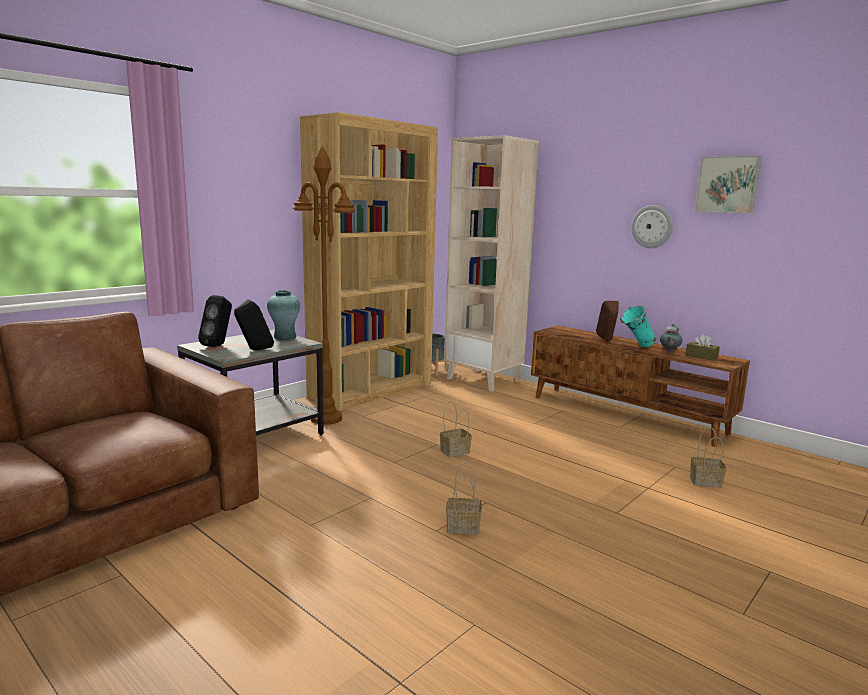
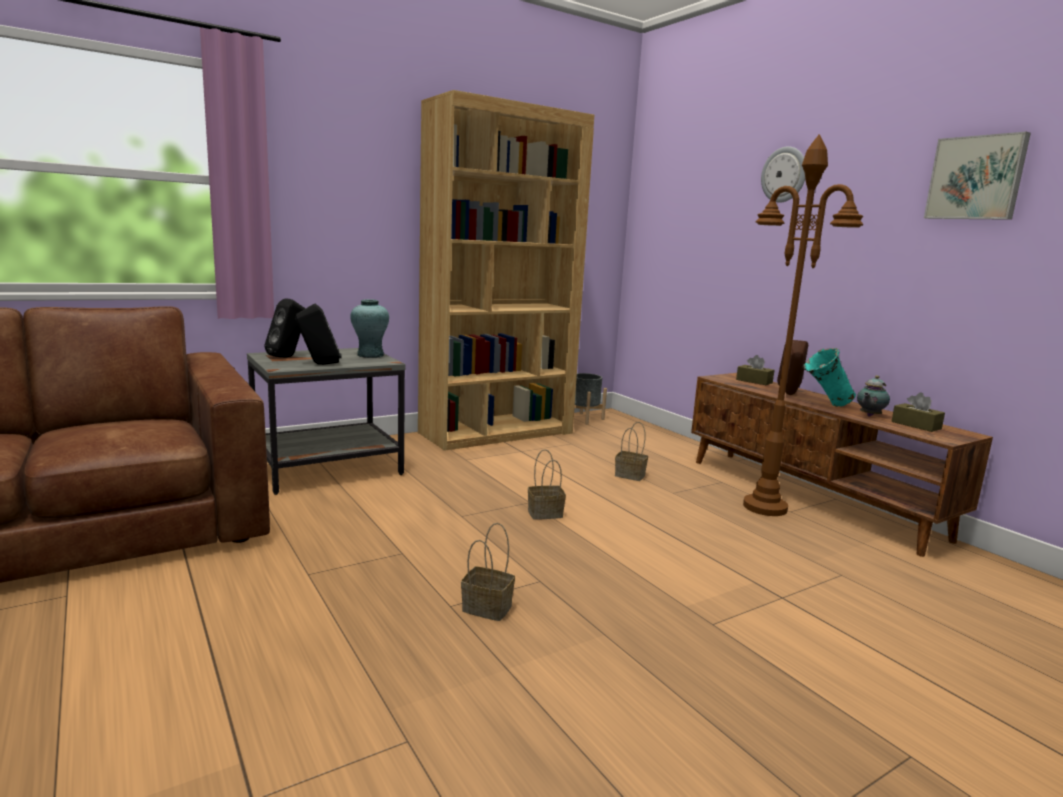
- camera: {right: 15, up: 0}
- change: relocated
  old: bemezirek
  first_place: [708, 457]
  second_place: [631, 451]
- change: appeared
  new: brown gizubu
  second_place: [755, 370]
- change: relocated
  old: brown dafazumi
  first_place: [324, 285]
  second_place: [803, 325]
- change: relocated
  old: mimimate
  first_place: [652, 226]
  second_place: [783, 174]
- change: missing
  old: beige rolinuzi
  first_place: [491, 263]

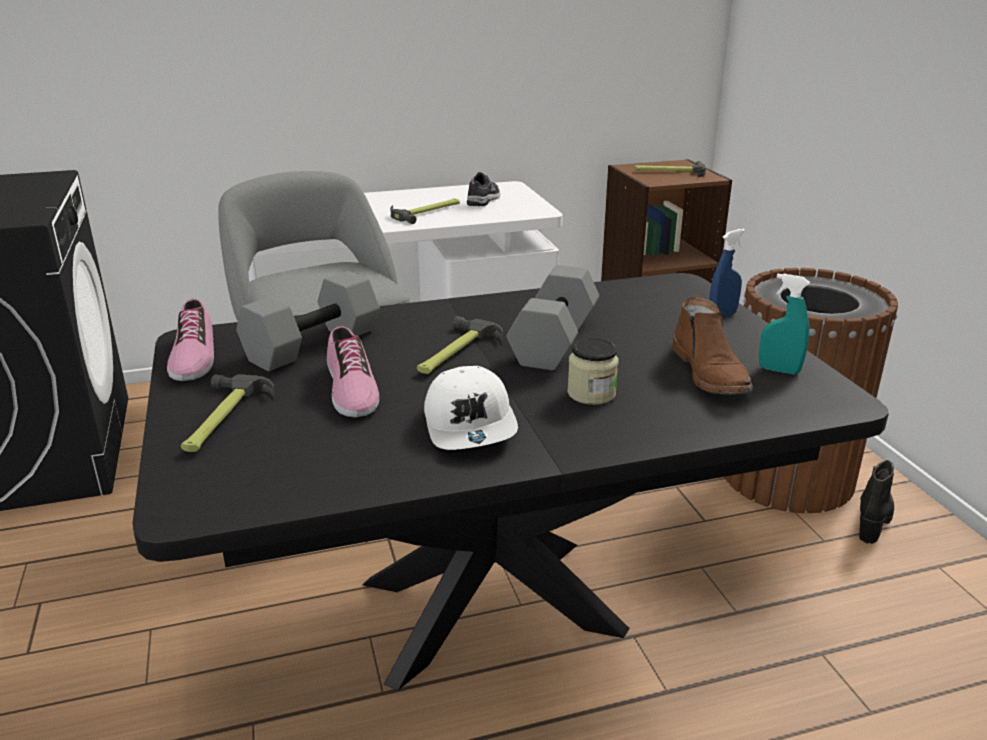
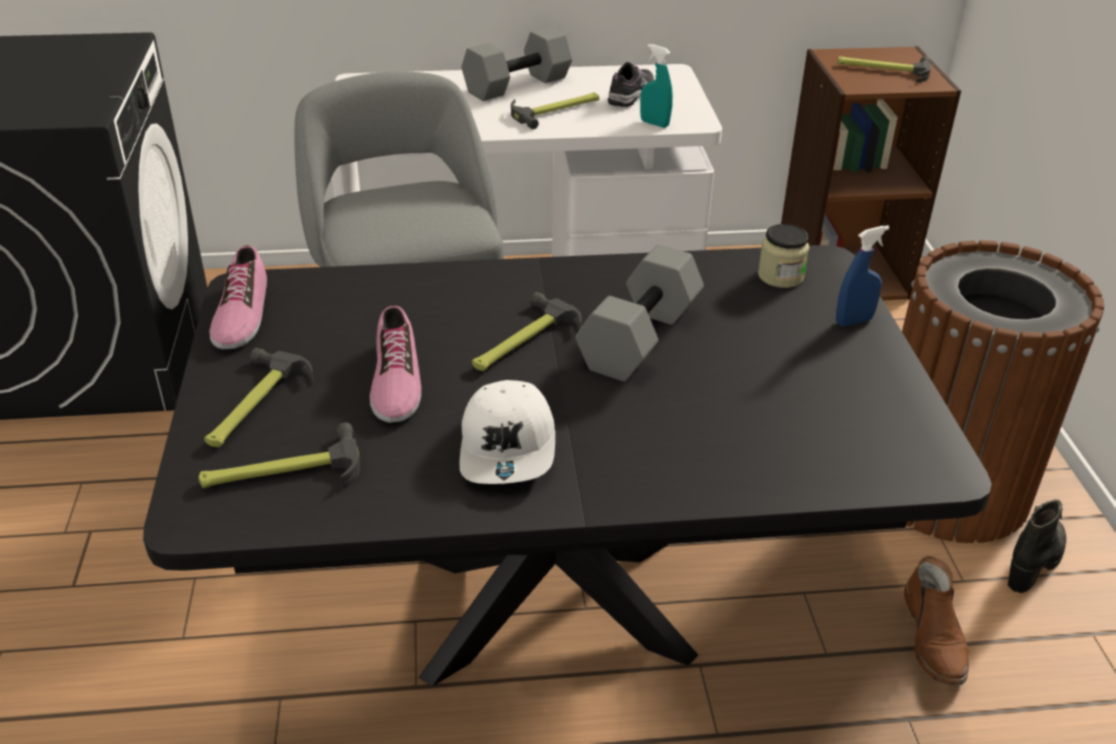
- camera: {right: 10, up: 10}
- change: appeared
  new: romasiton
  second_place: [279, 456]
- change: relocated
  old: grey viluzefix
  first_place: [308, 321]
  second_place: [516, 64]
- change: relocated
  old: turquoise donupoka
  first_place: [784, 324]
  second_place: [656, 86]
- change: relocated
  old: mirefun
  first_place: [592, 371]
  second_place: [783, 256]
- change: relocated
  old: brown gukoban
  first_place: [712, 346]
  second_place: [936, 621]

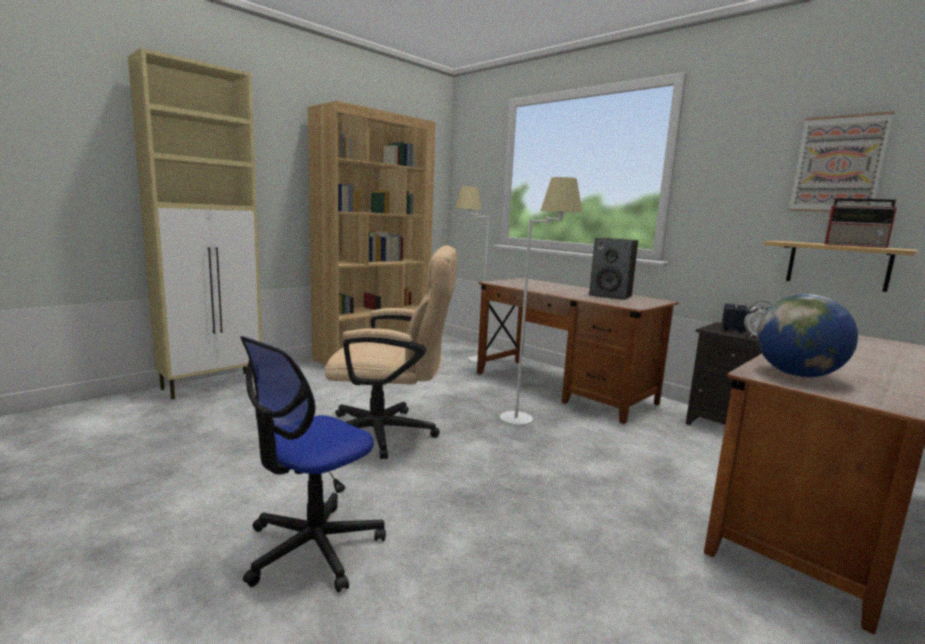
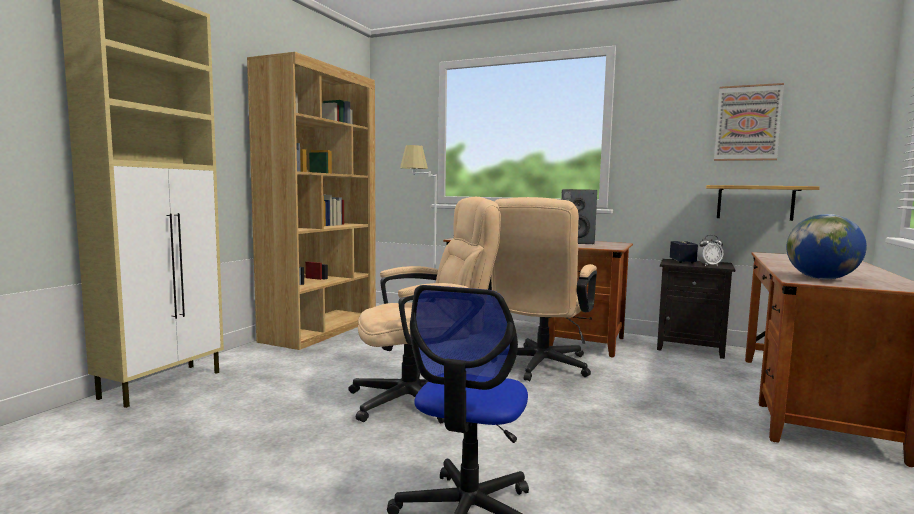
- camera: {right: -20, up: -5}
- change: exchanged
  old: white dafazumi
  new: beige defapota
  first_place: [541, 301]
  second_place: [542, 289]
- change: missing
  old: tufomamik
  first_place: [860, 223]

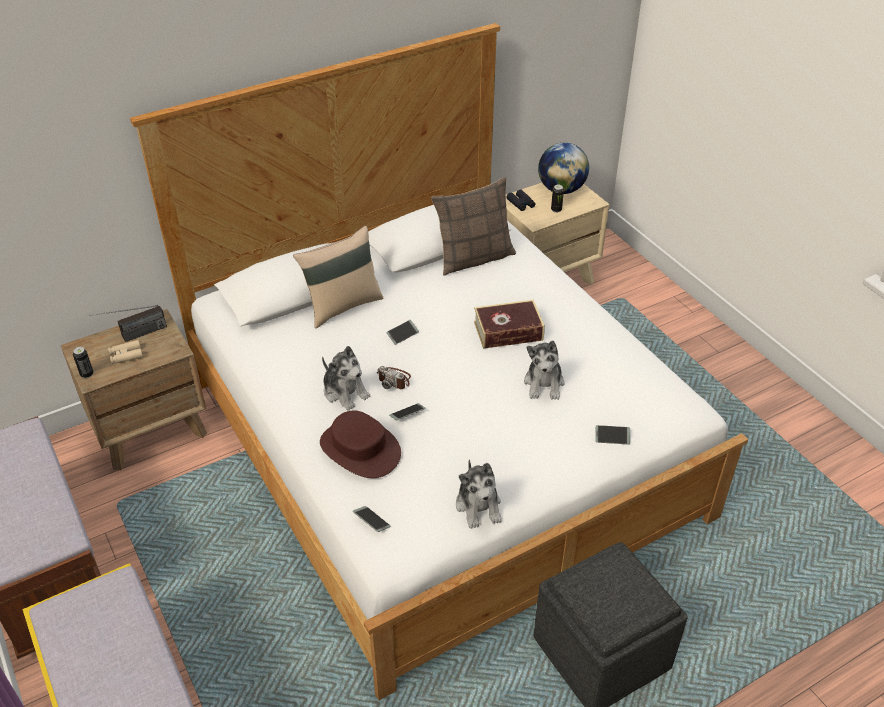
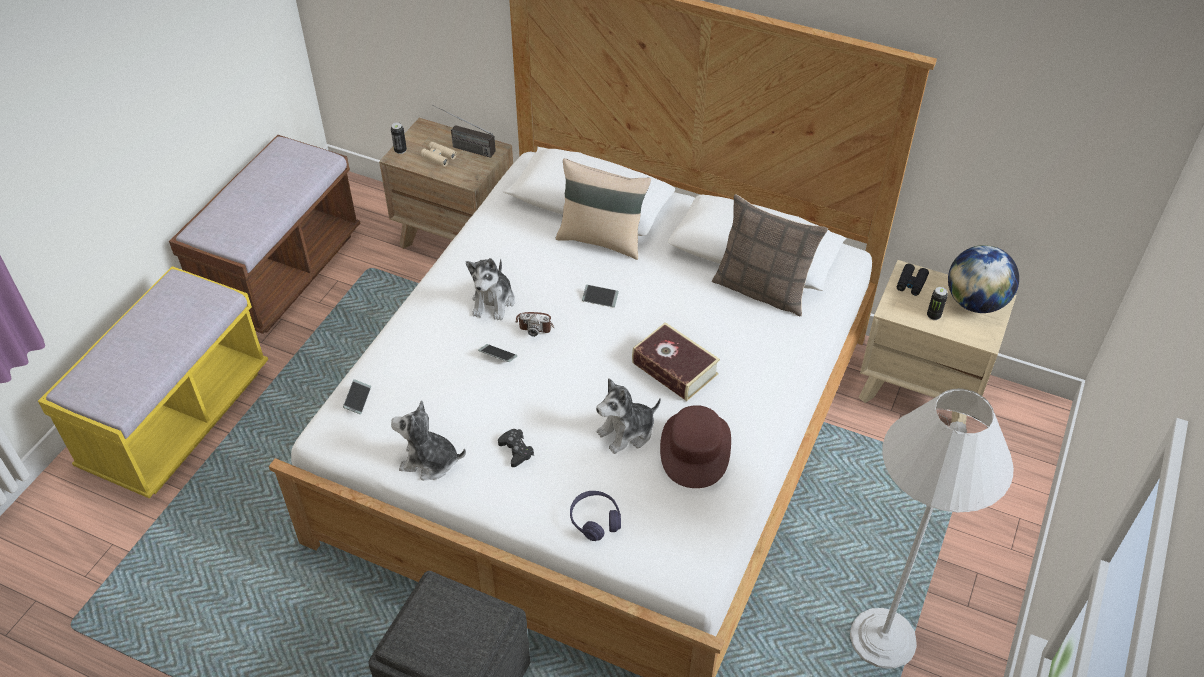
- camera: {right: 55, up: 5}
- change: spun
  old: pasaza
  first_place: [479, 494]
  second_place: [428, 440]
  degrees: 60
- change: appeared
  new: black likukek
  second_place: [516, 448]
- change: spun
  old: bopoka
  first_place: [393, 377]
  second_place: [535, 324]
  degrees: -75
- change: exchanged
  old: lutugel
  new: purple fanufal
  first_place: [612, 434]
  second_place: [595, 516]
- change: relocated
  old: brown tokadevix
  first_place: [360, 444]
  second_place: [695, 446]
- change: appeared
  new: white dafazumi
  second_place: [932, 528]

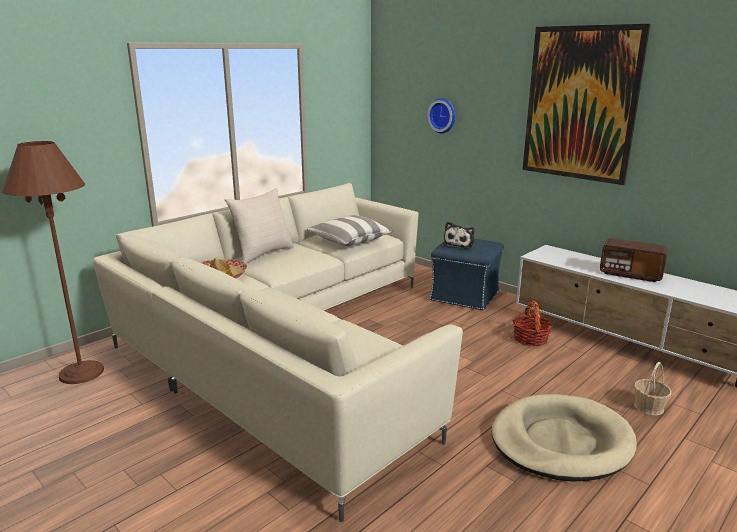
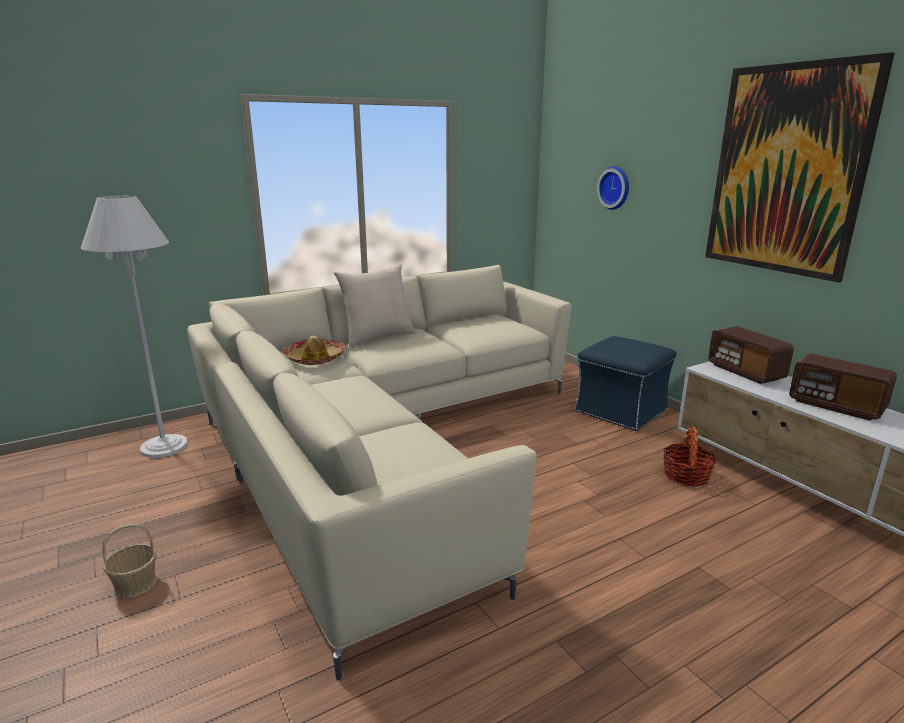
- camera: {right: 15, up: 0}
- change: colour
  old: brown dafazumi
  new: white dafazumi
  first_place: [53, 262]
  second_place: [134, 326]
- change: relocated
  old: bemezirek
  first_place: [653, 389]
  second_place: [129, 561]
- change: appeared
  new: tufomamik
  second_place: [751, 355]
- change: missing
  old: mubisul
  first_place: [350, 230]
- change: missing
  old: pasaza
  first_place: [459, 235]
- change: missing
  old: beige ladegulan
  first_place: [564, 438]

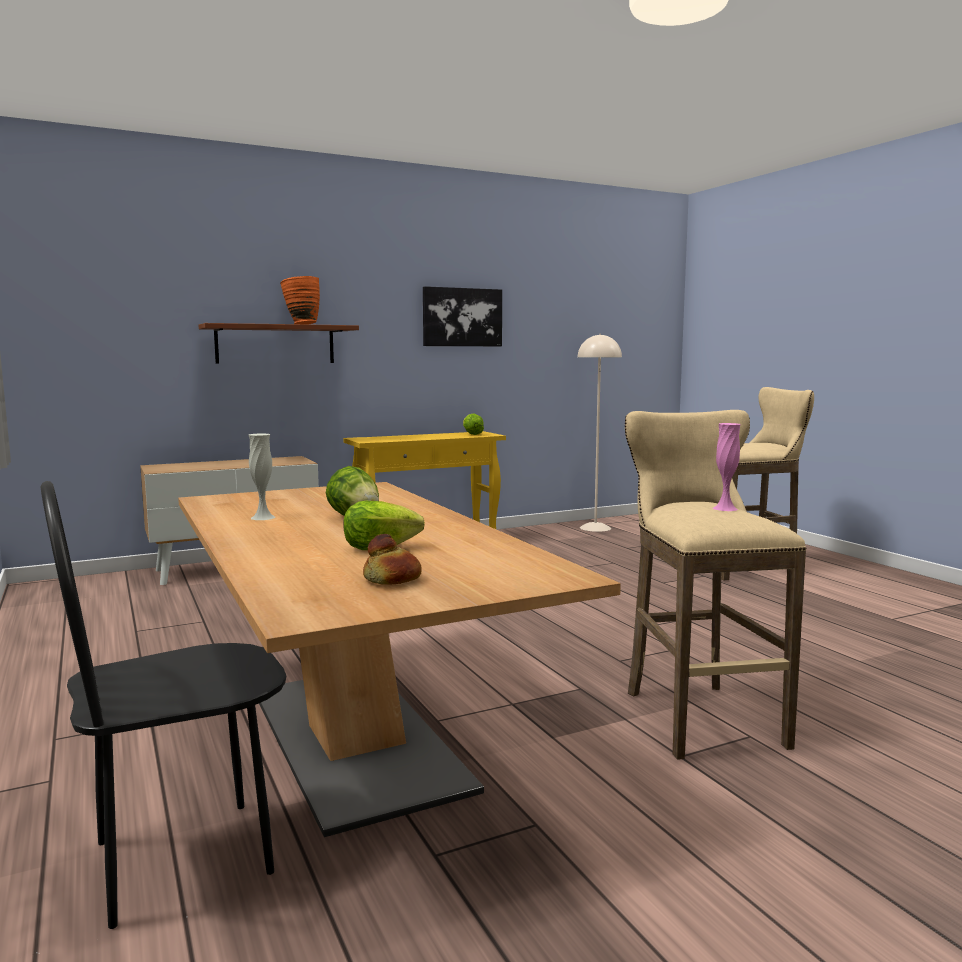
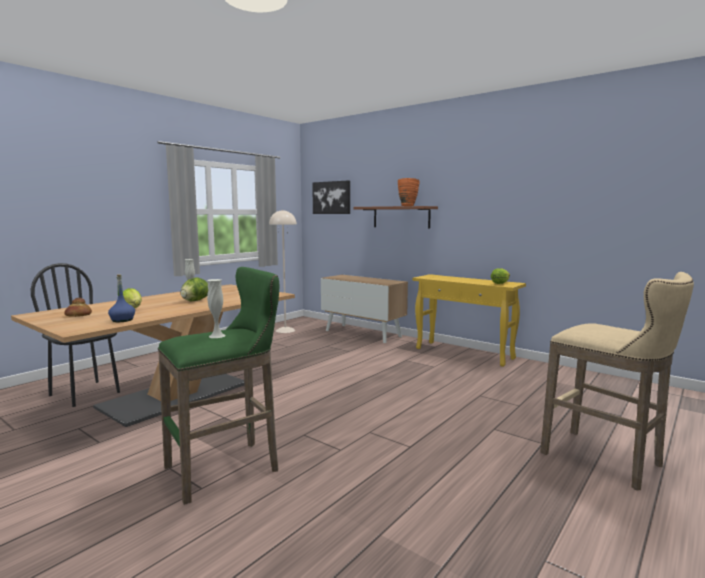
- camera: {right: 65, up: 0}
- change: appeared
  new: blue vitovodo
  second_place: [121, 298]
- change: colour
  old: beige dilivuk
  new: green dilivuk
  first_place: [715, 585]
  second_place: [218, 386]
- change: colour
  old: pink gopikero
  new: white gopikero
  first_place: [726, 467]
  second_place: [216, 308]
- change: relocated
  old: beige dafazumi
  first_place: [600, 433]
  second_place: [283, 271]
- change: relocated
  old: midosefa
  first_place: [462, 316]
  second_place: [331, 197]

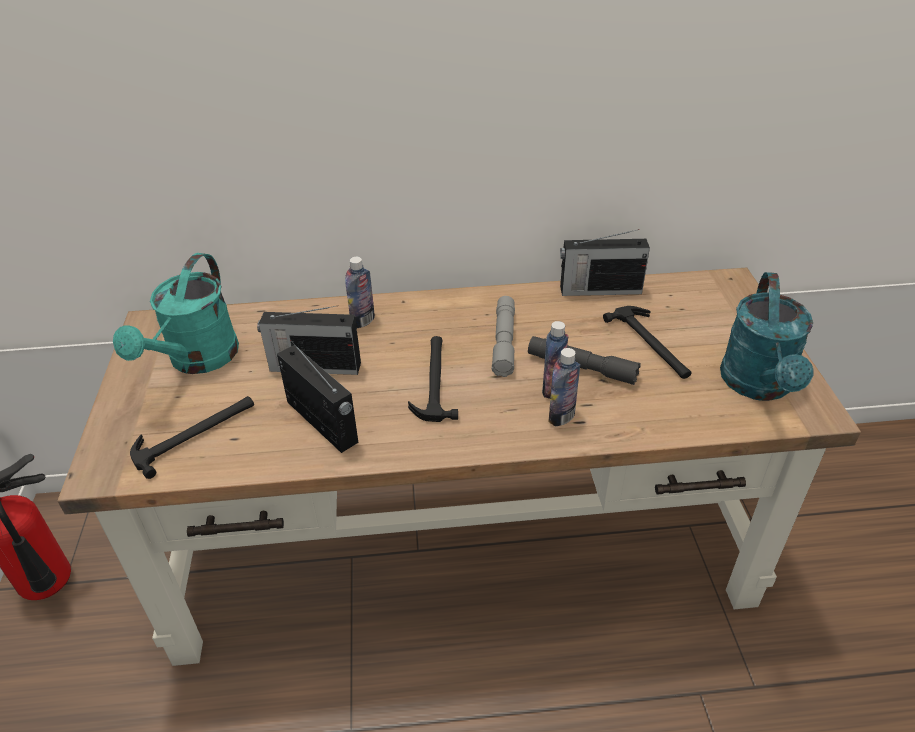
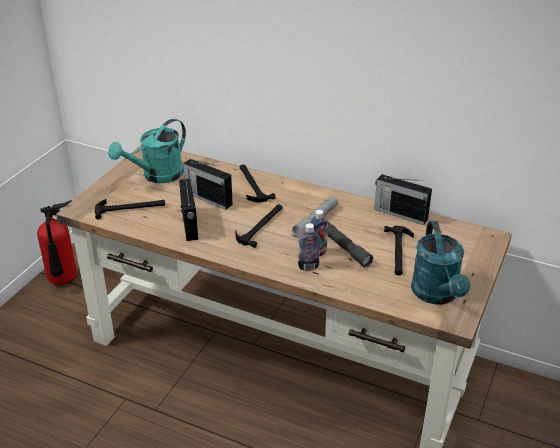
- camera: {right: 30, up: -5}
- change: exchanged
  old: vitovodo
  new: romasiton
  first_place: [360, 292]
  second_place: [257, 184]
- change: spun
  old: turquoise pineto
  first_place: [767, 336]
  second_place: [440, 263]
  degrees: -45

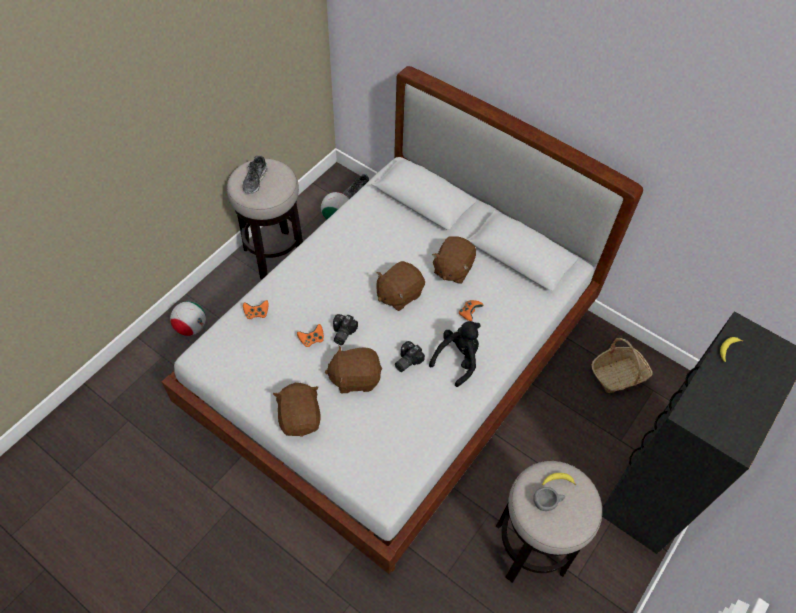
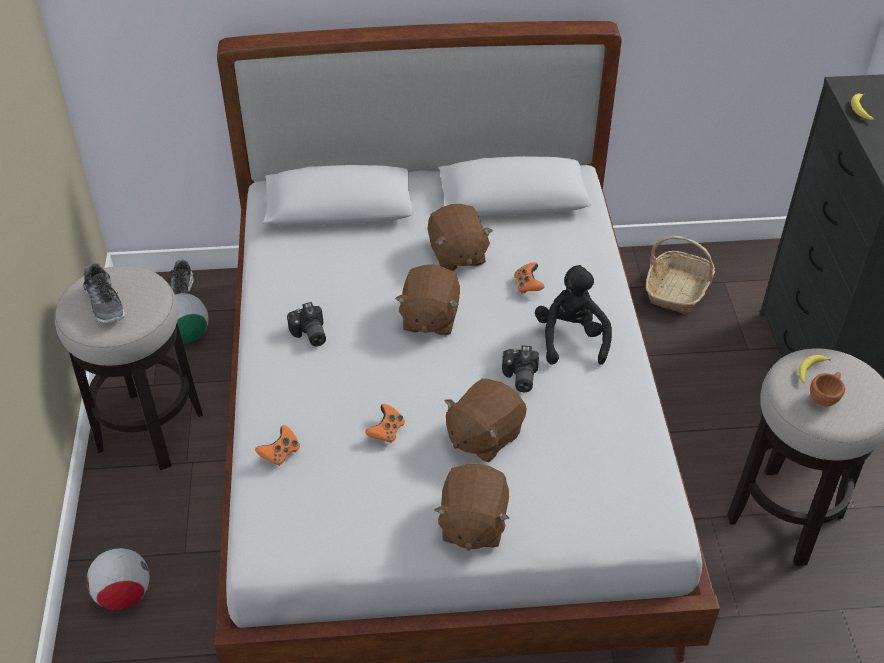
- camera: {right: -40, up: -10}
- change: relocated
  old: bopoka
  first_place: [345, 329]
  second_place: [306, 324]
- change: spun
  old: brown pasaza
  first_place: [297, 410]
  second_place: [471, 507]
  degrees: -120
- change: colour
  old: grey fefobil
  new: brown fefobil
  first_place: [549, 499]
  second_place: [827, 389]

